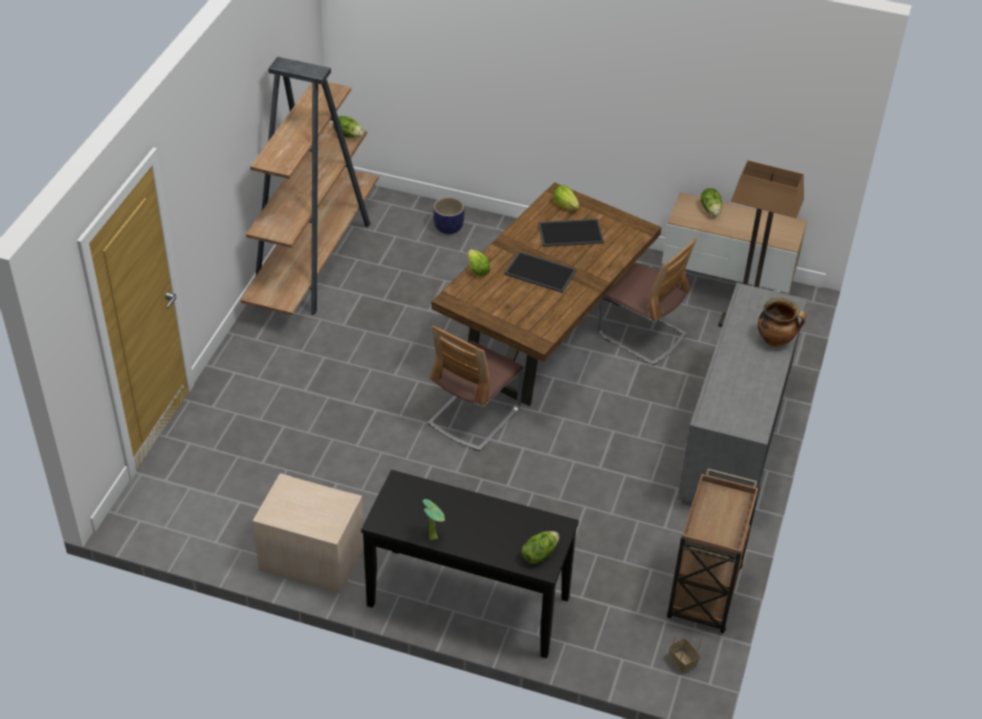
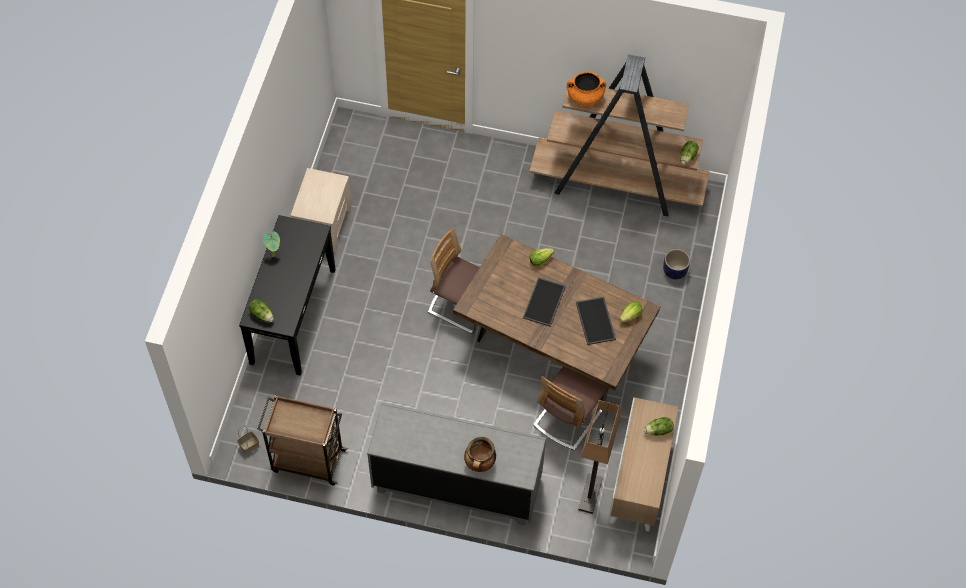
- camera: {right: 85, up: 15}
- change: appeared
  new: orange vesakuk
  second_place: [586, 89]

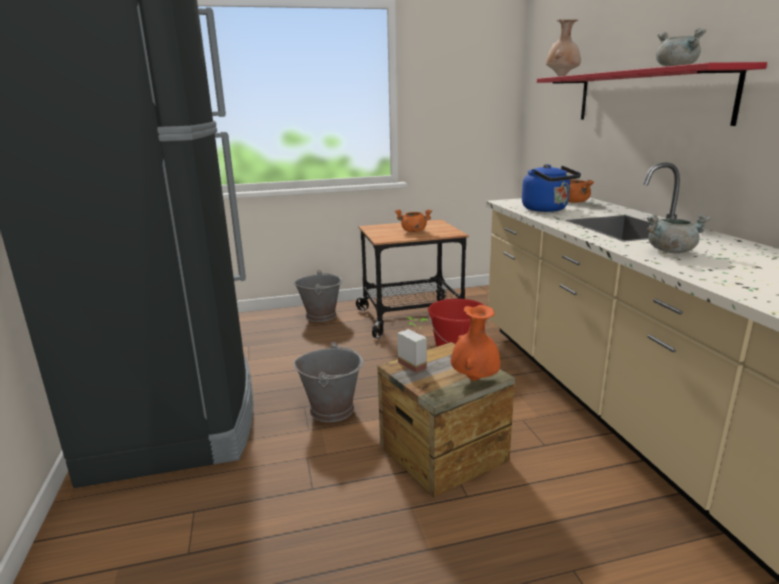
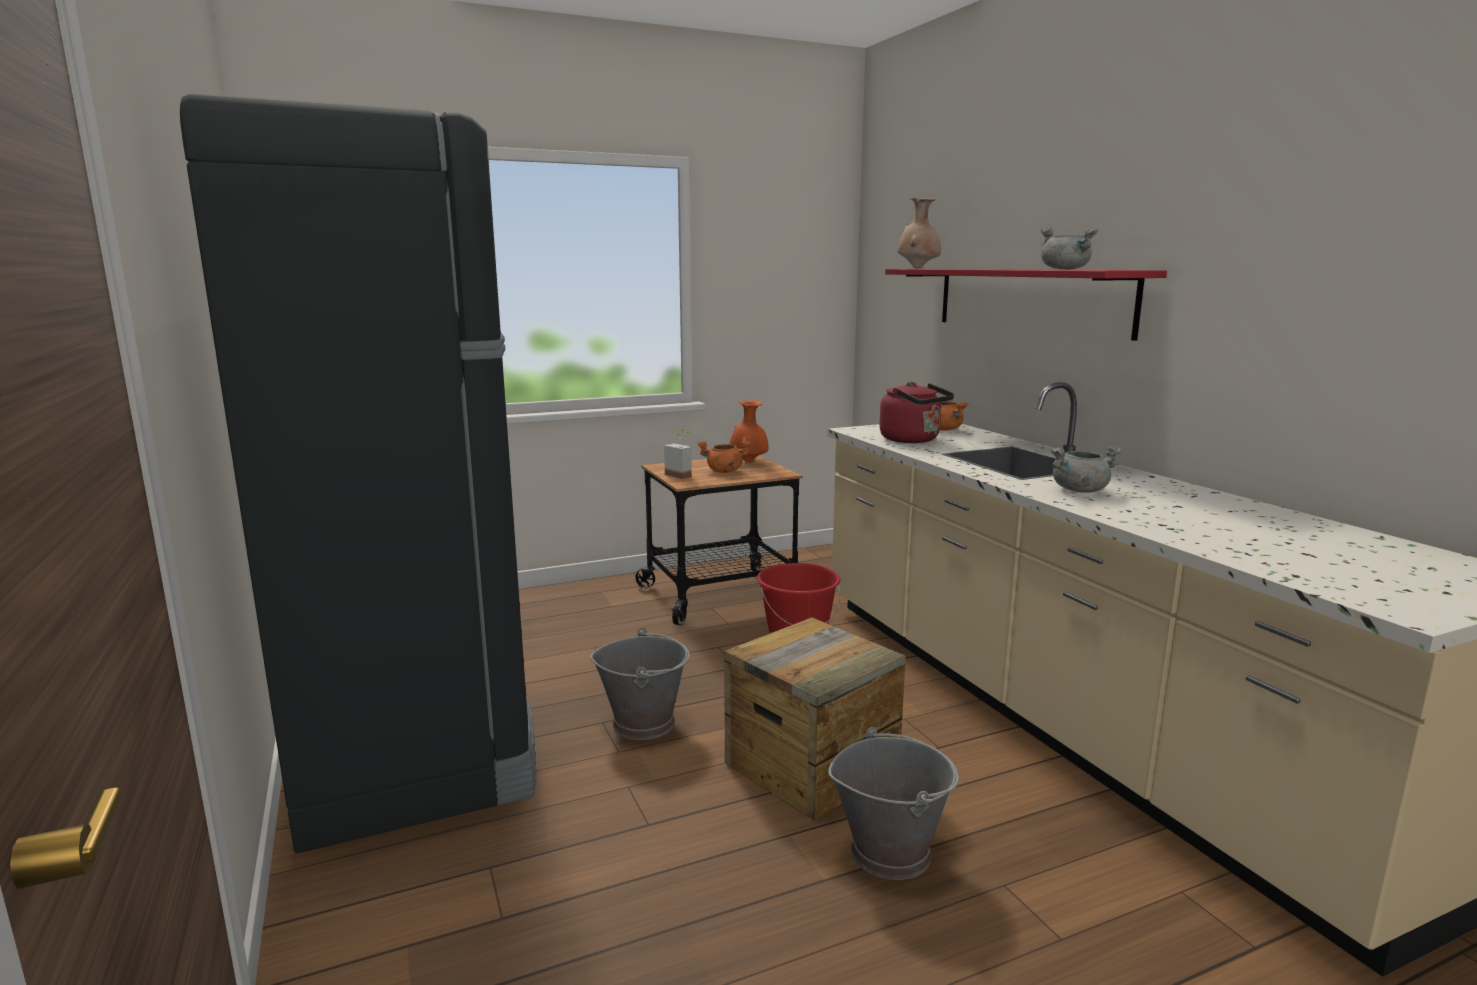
- camera: {right: -10, up: -5}
- change: relocated
  old: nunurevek
  first_place: [413, 345]
  second_place: [678, 454]
- change: relocated
  old: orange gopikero
  first_place: [475, 343]
  second_place: [749, 431]
- change: relocated
  old: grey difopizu
  first_place: [318, 296]
  second_place: [893, 803]
- change: colour
  old: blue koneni
  new: red koneni
  first_place: [551, 188]
  second_place: [917, 412]

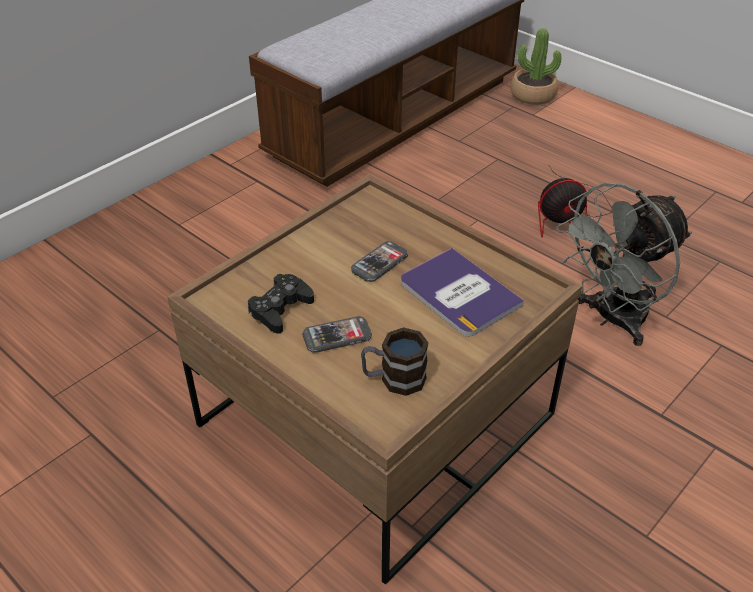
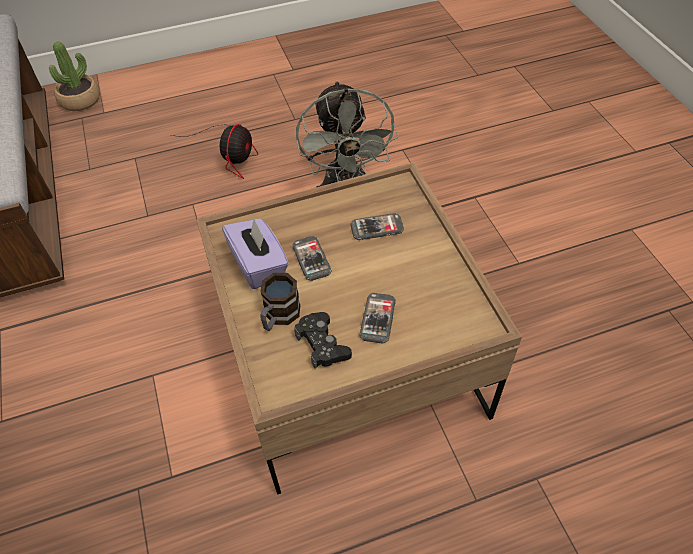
- camera: {right: -60, up: 10}
- change: appeared
  new: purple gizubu
  second_place: [255, 253]
- change: relocated
  old: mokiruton
  first_place: [394, 361]
  second_place: [280, 302]
- change: exchanged
  old: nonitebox
  new: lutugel
  first_place: [462, 292]
  second_place: [377, 226]

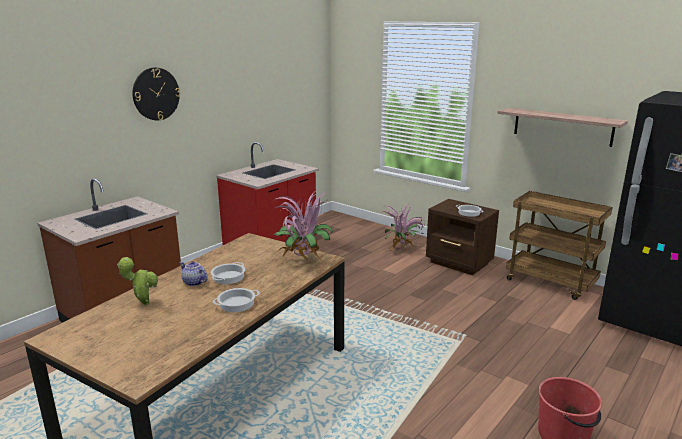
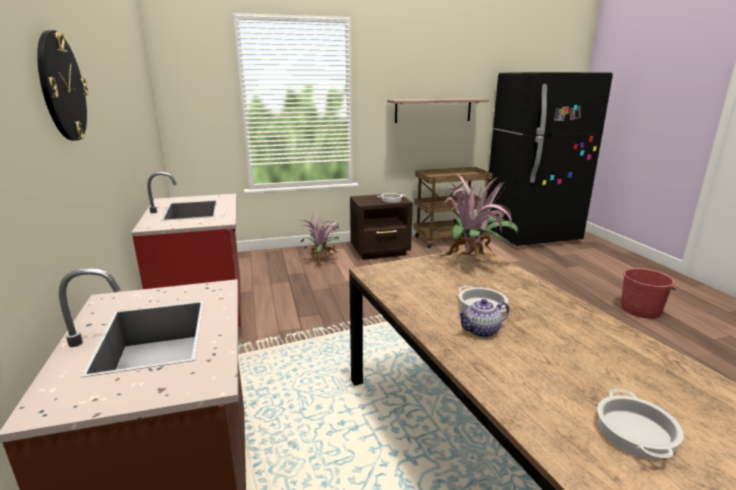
- camera: {right: -55, up: 0}
- change: relocated
  old: vesakuk
  first_place: [236, 300]
  second_place: [640, 424]
- change: missing
  old: nunurevek
  first_place: [137, 281]

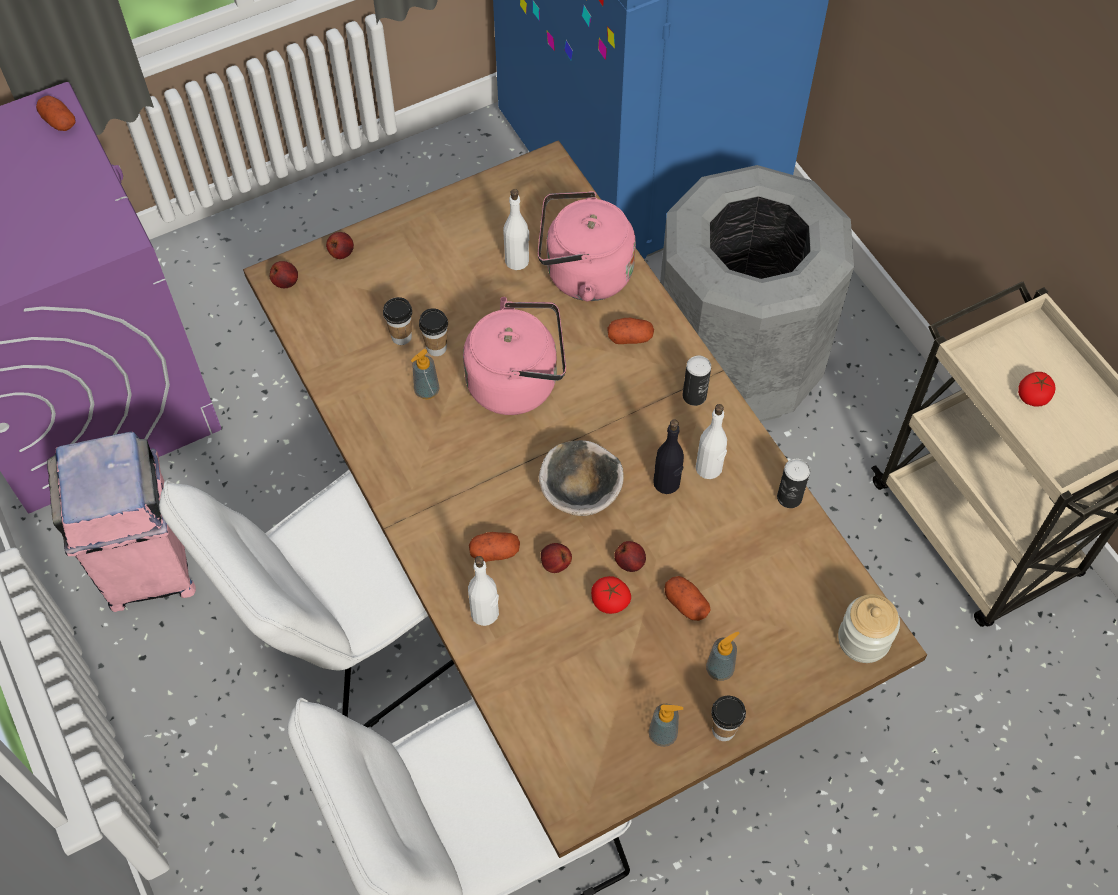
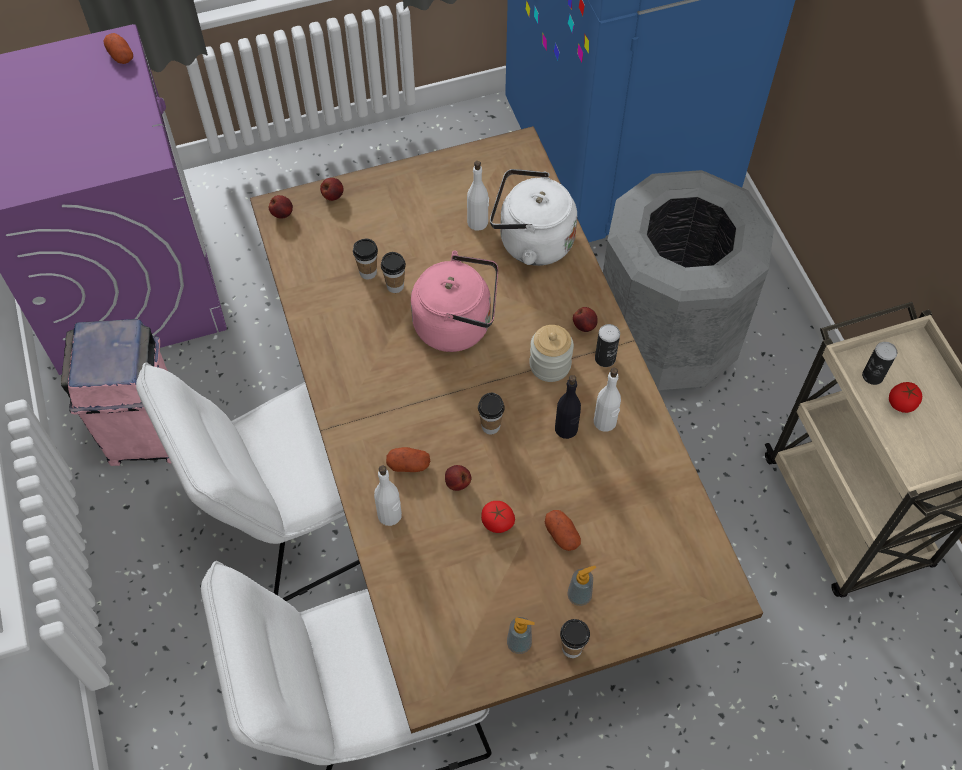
- camera: {right: 10, up: 0}
- change: exchanged
  old: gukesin
  new: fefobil
  first_place: [581, 478]
  second_place: [491, 413]
- change: colour
  old: pink koneni
  new: white koneni
  first_place: [587, 246]
  second_place: [533, 217]
- change: relocated
  old: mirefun
  first_place: [869, 628]
  second_place: [551, 353]
- change: relocated
  old: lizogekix
  first_place: [630, 556]
  second_place: [585, 319]
- change: relocated
  old: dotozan
  first_place: [793, 483]
  second_place: [879, 363]
- change: missing
  old: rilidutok
  first_place: [425, 374]
- change: missing
  old: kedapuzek
  first_place: [630, 331]

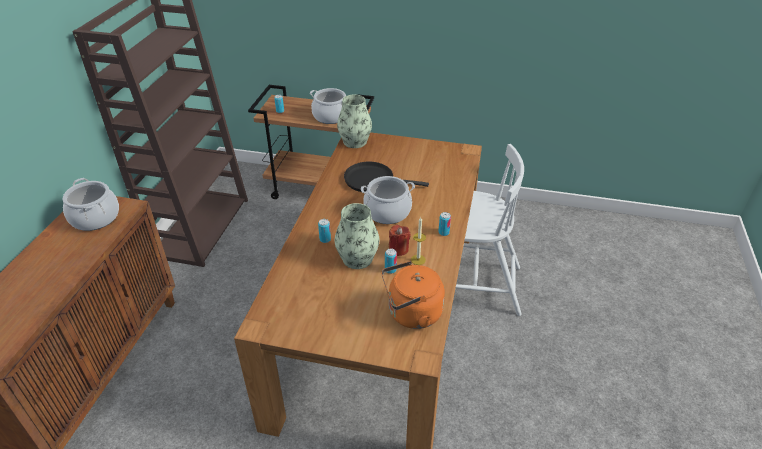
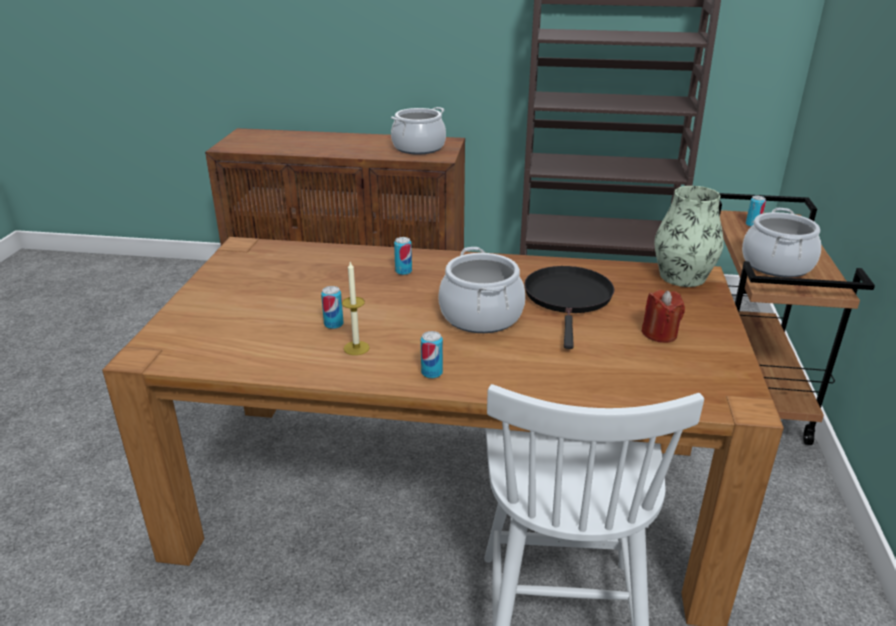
- camera: {right: 85, up: -10}
- change: relocated
  old: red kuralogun
  first_place: [400, 240]
  second_place: [663, 316]
- change: missing
  old: gopikero
  first_place: [357, 236]
- change: missing
  old: orange koneni
  first_place: [413, 295]

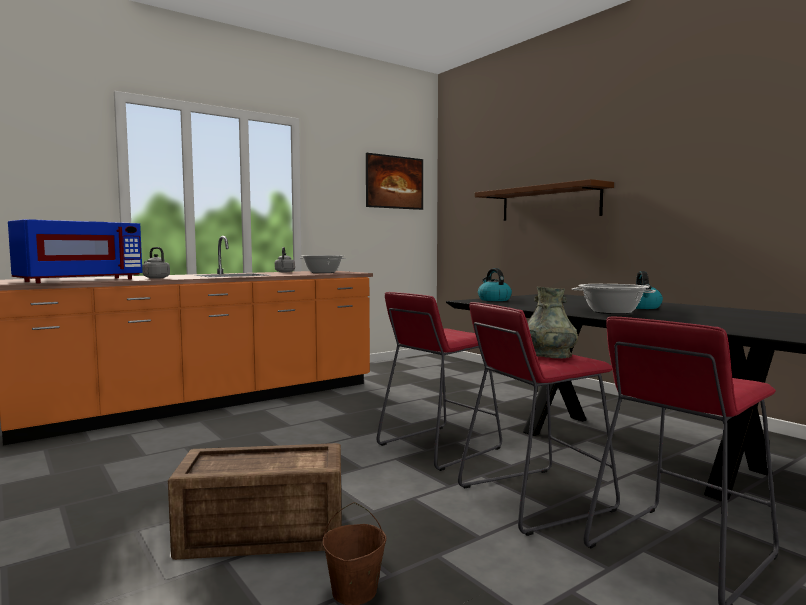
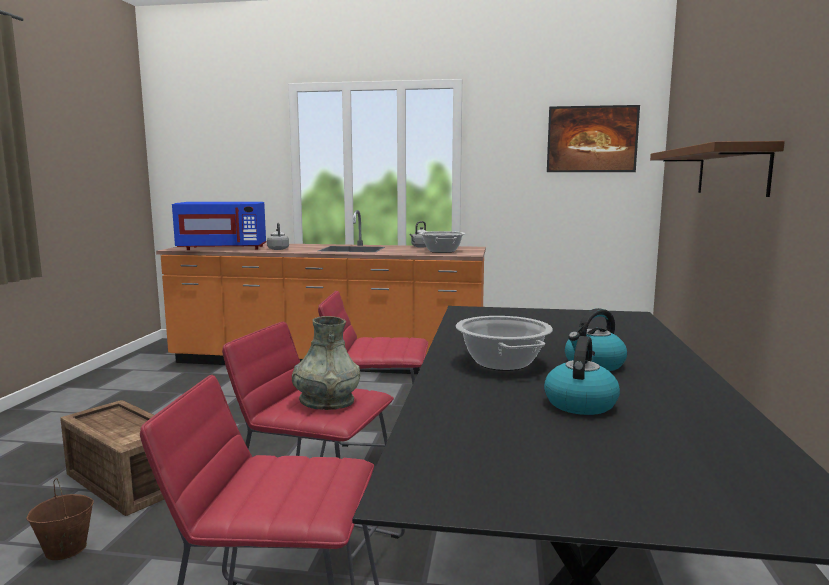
- camera: {right: 45, up: 5}
- change: relocated
  old: koneni
  first_place: [495, 284]
  second_place: [582, 375]

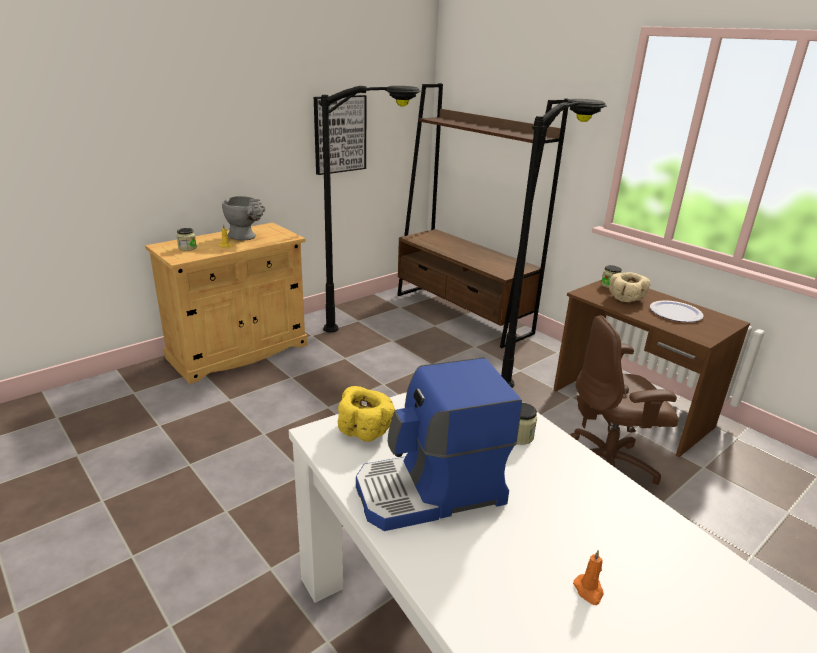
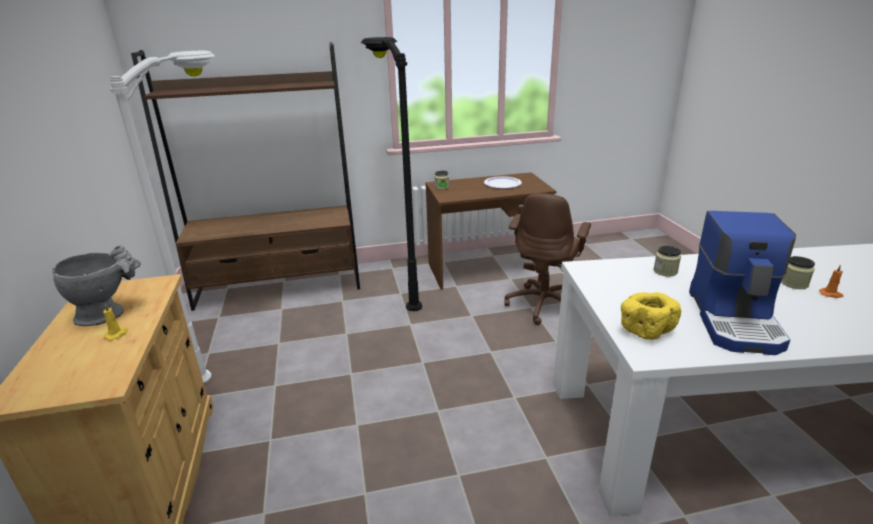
- camera: {right: -60, up: 0}
- change: colour
  old: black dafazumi
  new: white dafazumi
  first_place: [370, 209]
  second_place: [162, 217]
- change: relocated
  old: mirefun
  first_place: [186, 239]
  second_place: [798, 272]
- change: missing
  old: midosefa
  first_place: [340, 135]
- change: missing
  old: beige gukesin
  first_place: [629, 287]

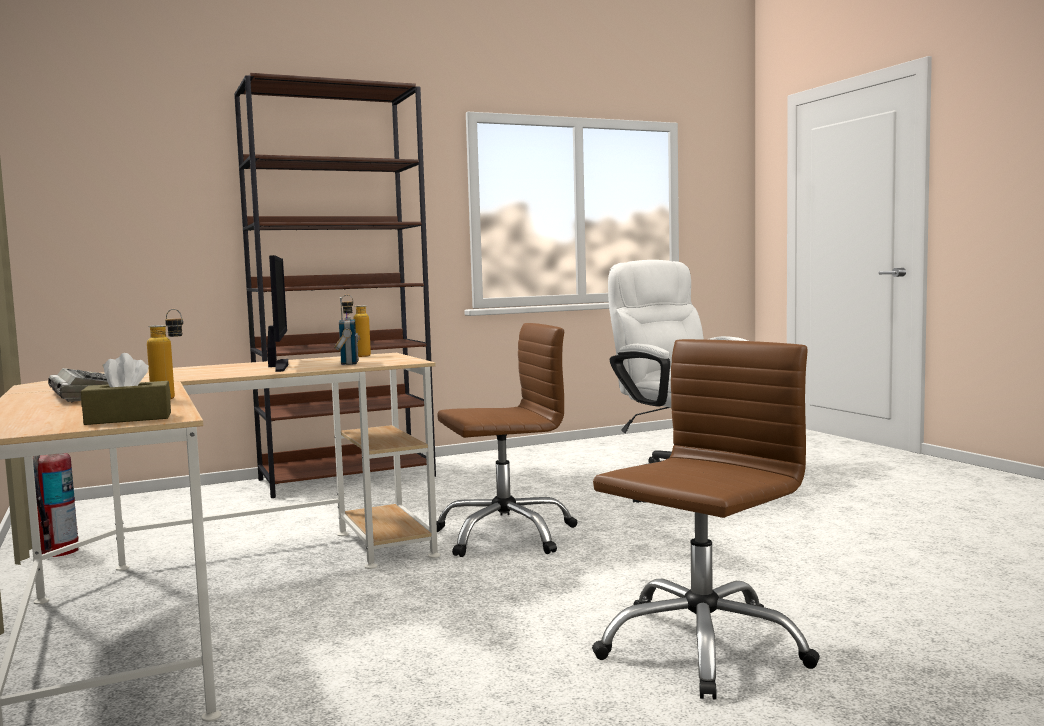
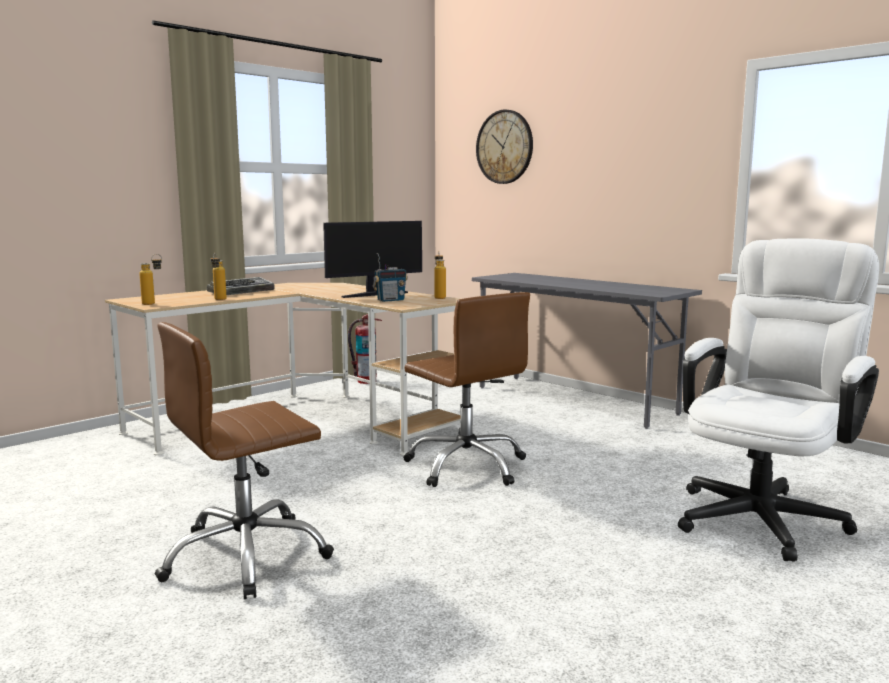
- camera: {right: 70, up: 5}
- change: exchanged
  old: brown gizubu
  new: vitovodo
  first_place: [126, 389]
  second_place: [150, 279]
- change: spun
  old: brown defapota
  first_place: [706, 519]
  second_place: [244, 460]
  degrees: 120
- change: exchanged
  old: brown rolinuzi
  new: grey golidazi
  first_place: [335, 285]
  second_place: [587, 351]
- change: appeared
  new: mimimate
  second_place: [504, 147]

